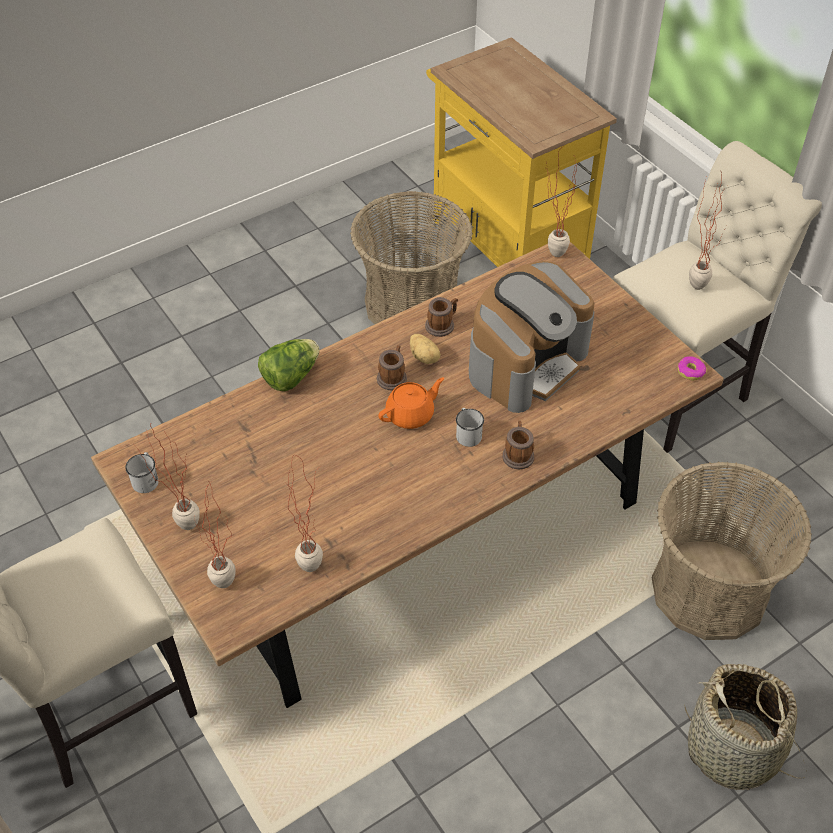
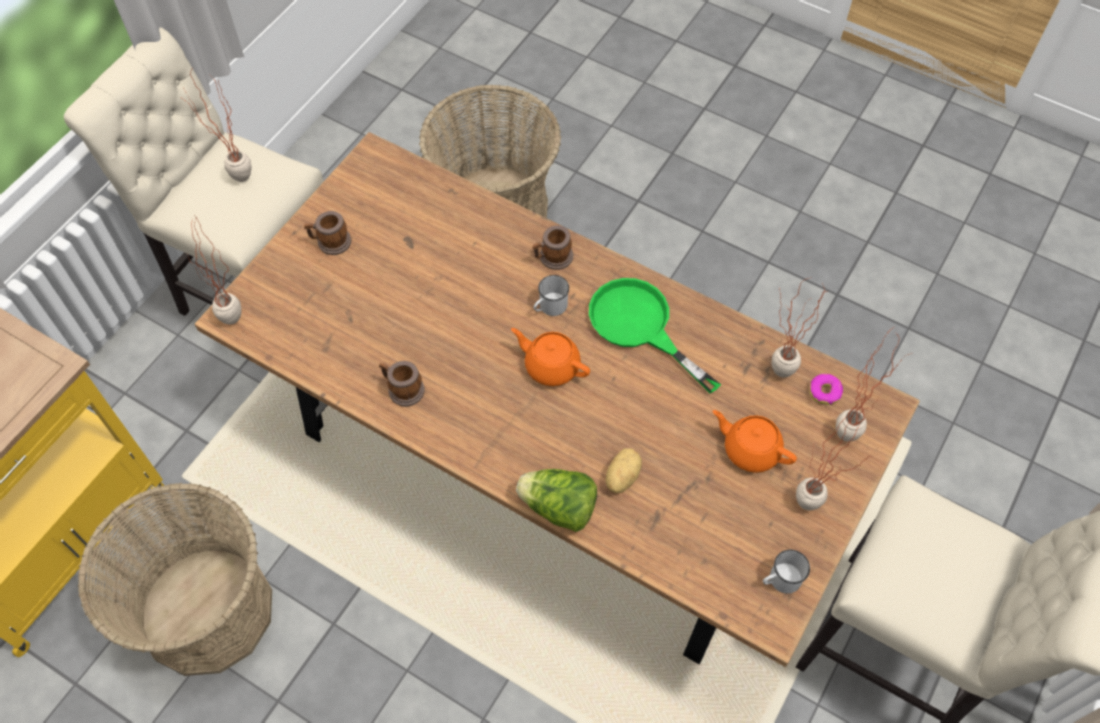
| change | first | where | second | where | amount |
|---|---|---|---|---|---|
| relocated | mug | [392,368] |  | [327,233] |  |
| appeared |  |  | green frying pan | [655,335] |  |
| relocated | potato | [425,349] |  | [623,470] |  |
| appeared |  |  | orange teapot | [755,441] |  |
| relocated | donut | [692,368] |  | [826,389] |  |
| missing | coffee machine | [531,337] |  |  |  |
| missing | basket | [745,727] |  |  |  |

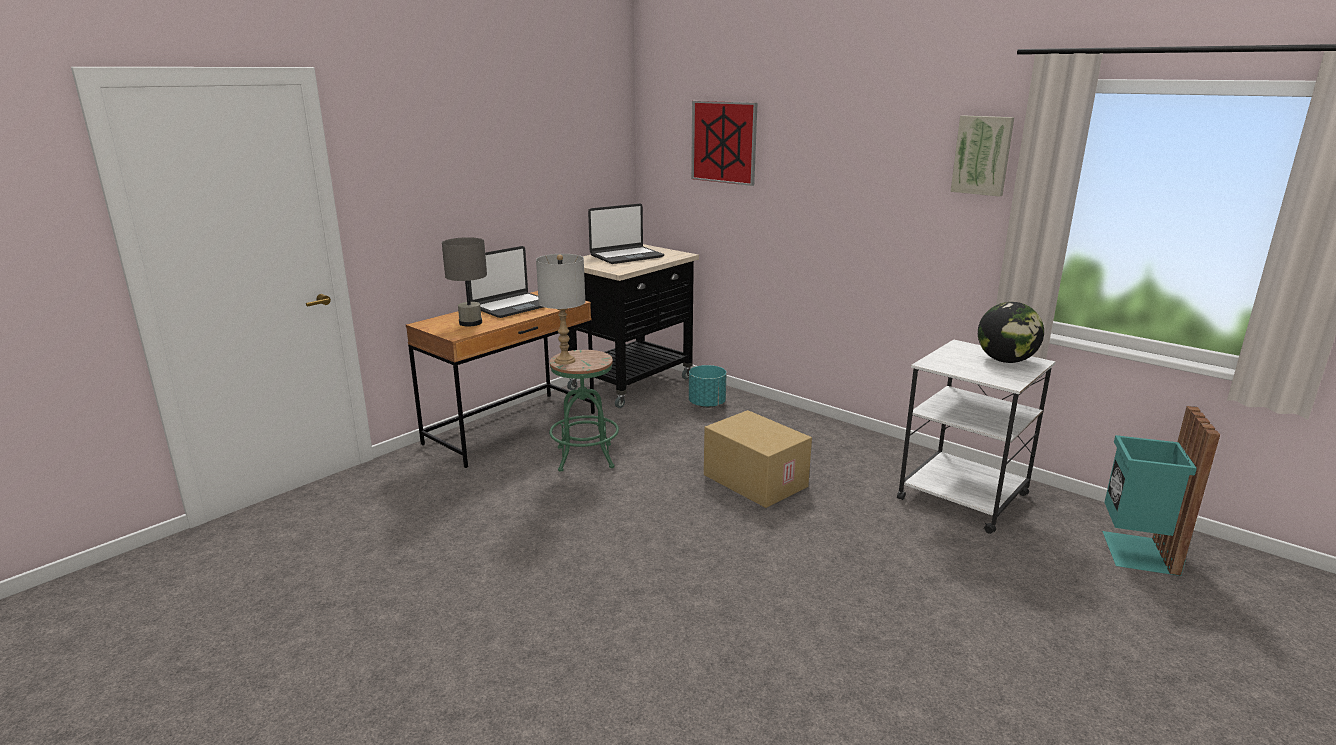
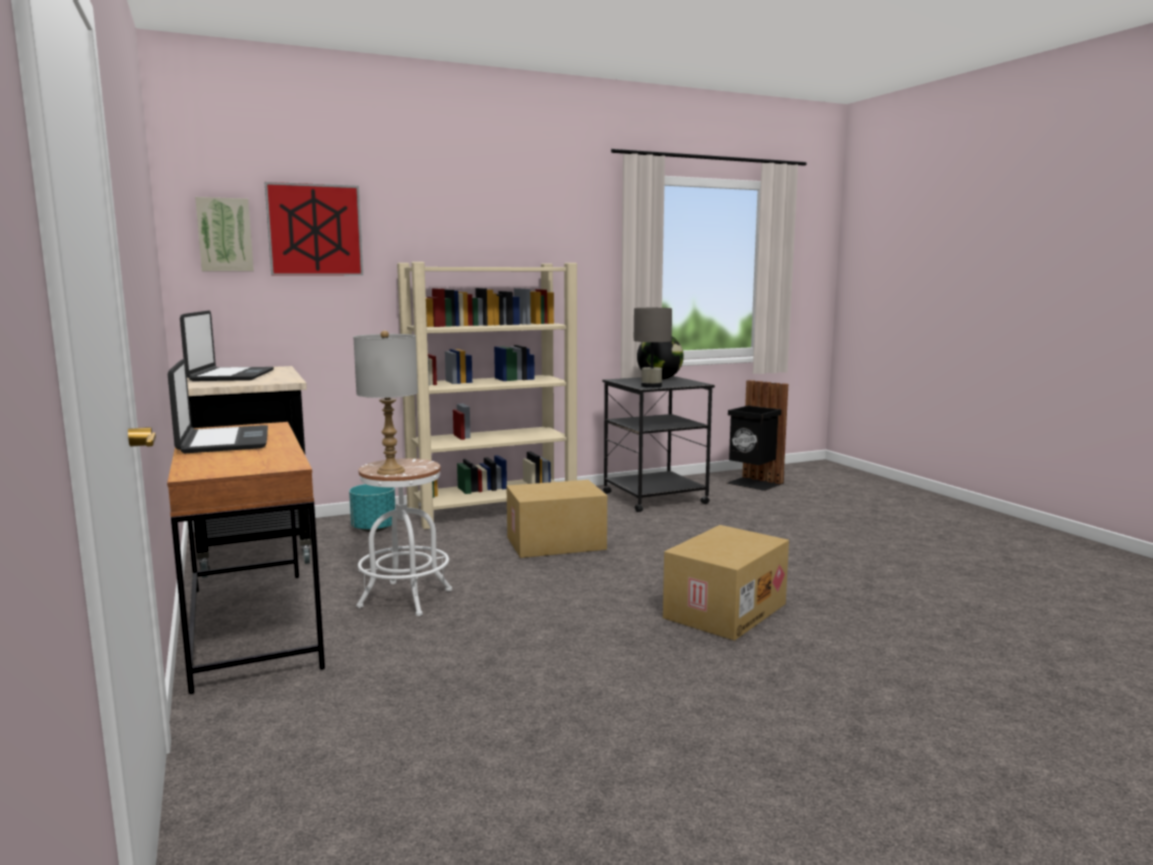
| change | first | where | second | where | amount |
|---|---|---|---|---|---|
| relocated | picture | [982,156] |  | [224,234] |  |
| colour | green stool | [584,411] | white stool | [404,537] |  |
| appeared |  |  | beige bookcase | [487,395] |  |
| colour | white cart | [976,437] | black cart | [659,444] |  |
| relocated | grey table lamp | [464,281] |  | [653,348] |  |
| appeared |  |  | cardboard box | [726,583] |  |
| colour | turquoise trash can | [1161,491] | black trash can | [757,435] |  |

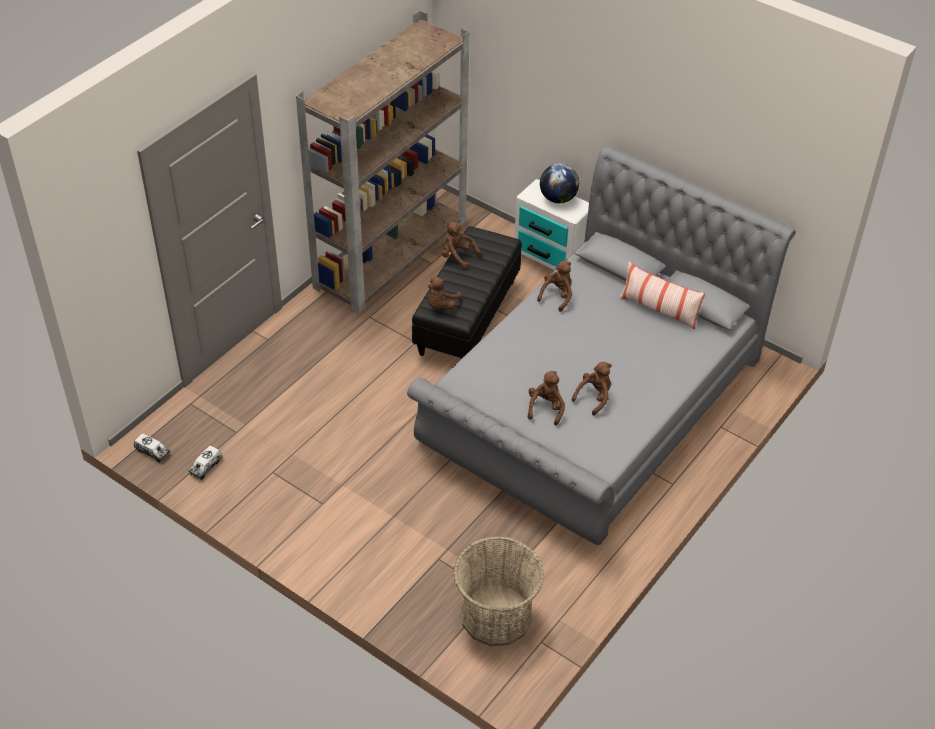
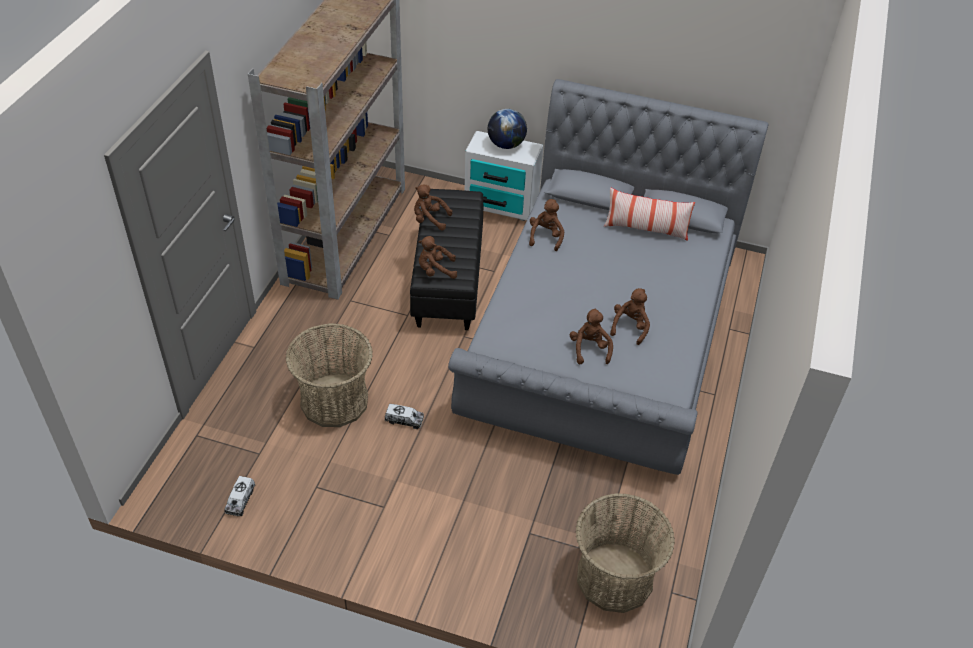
| change | first | where | second | where | amount |
|---|---|---|---|---|---|
| appeared |  |  | basket | [329,375] |  |
| relocated | toy truck | [152,448] |  | [404,416] |  |
| spun | brown plush toy | [445,293] |  | [438,257] | 75 degrees clockwise |

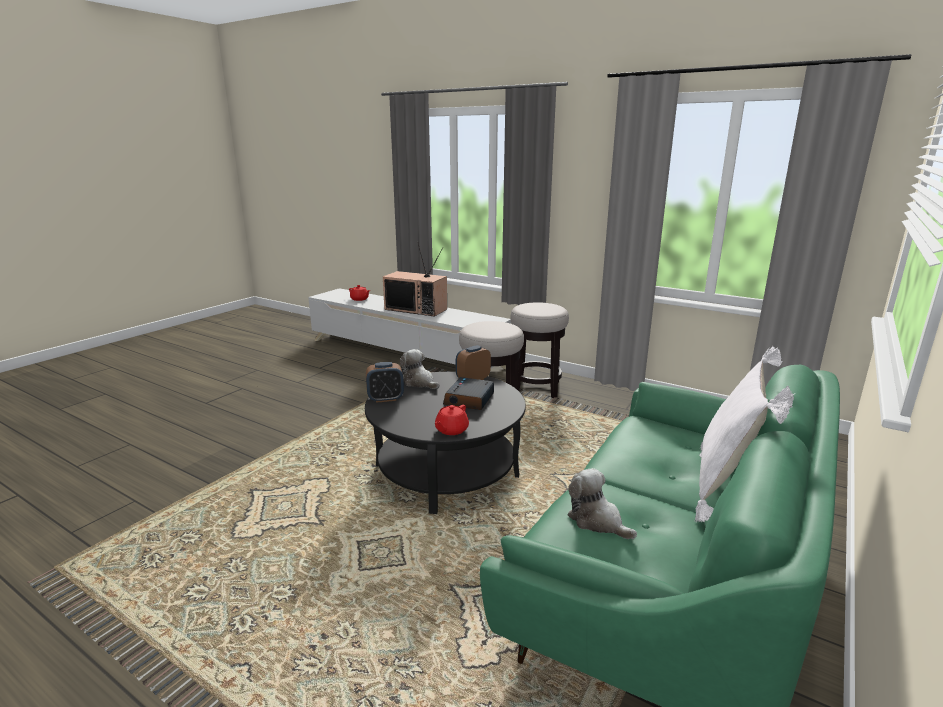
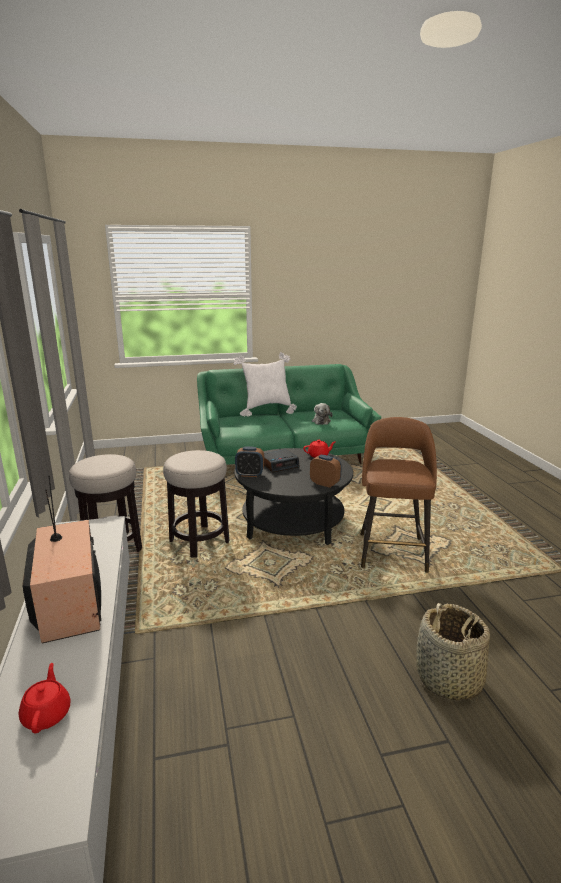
| change | first | where | second | where | amount |
|---|---|---|---|---|---|
| appeared |  |  | brown stool | [398,495] |  |
| appeared |  |  | basket | [453,652] |  |
| missing | plush toy | [419,369] |  |  |  |

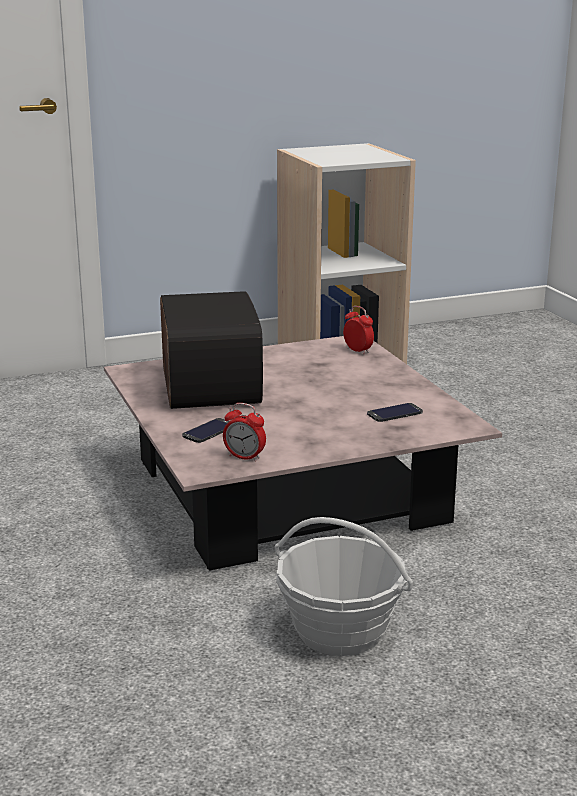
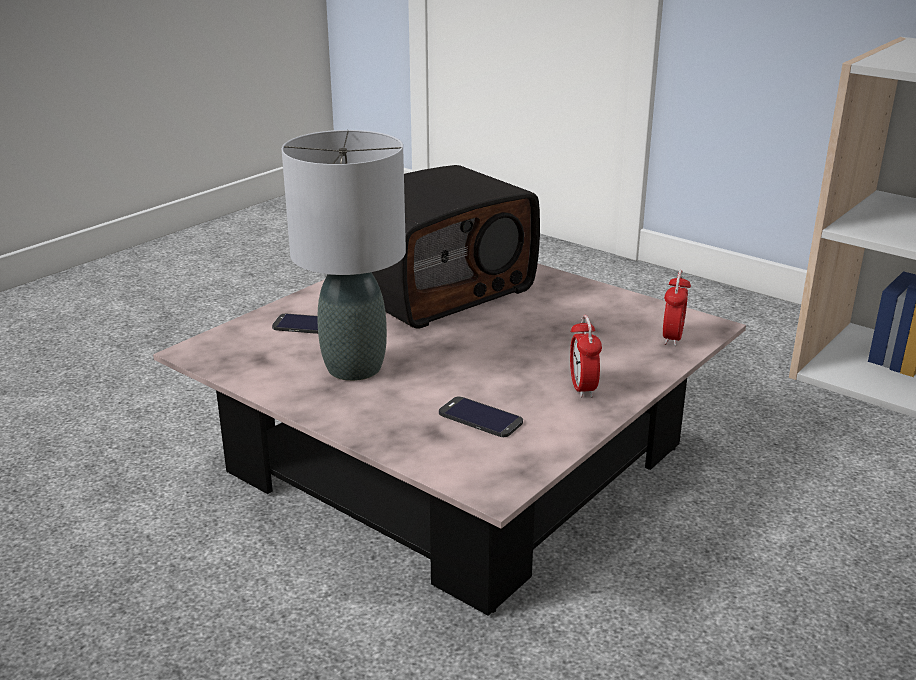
| change | first | where | second | where | amount |
|---|---|---|---|---|---|
| appeared |  |  | grey table lamp | [344,255] |  |
| relocated | alarm clock | [244,432] |  | [586,356] |  |
| missing | basket | [344,586] |  |  |  |

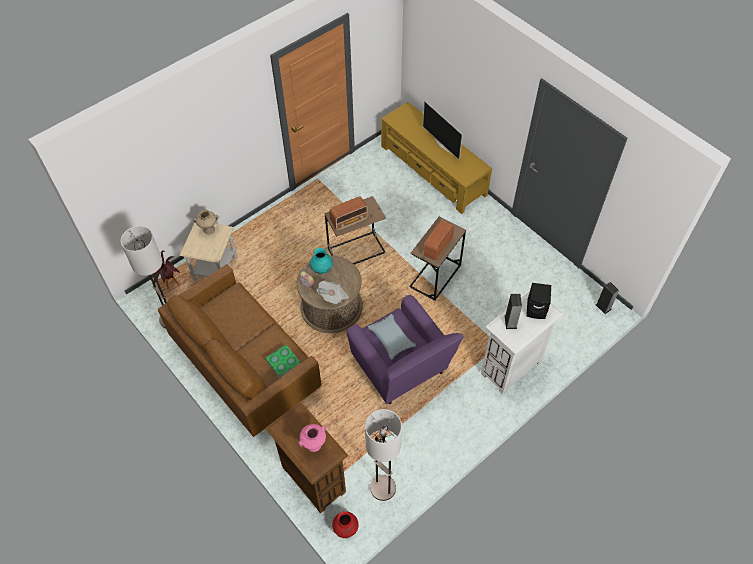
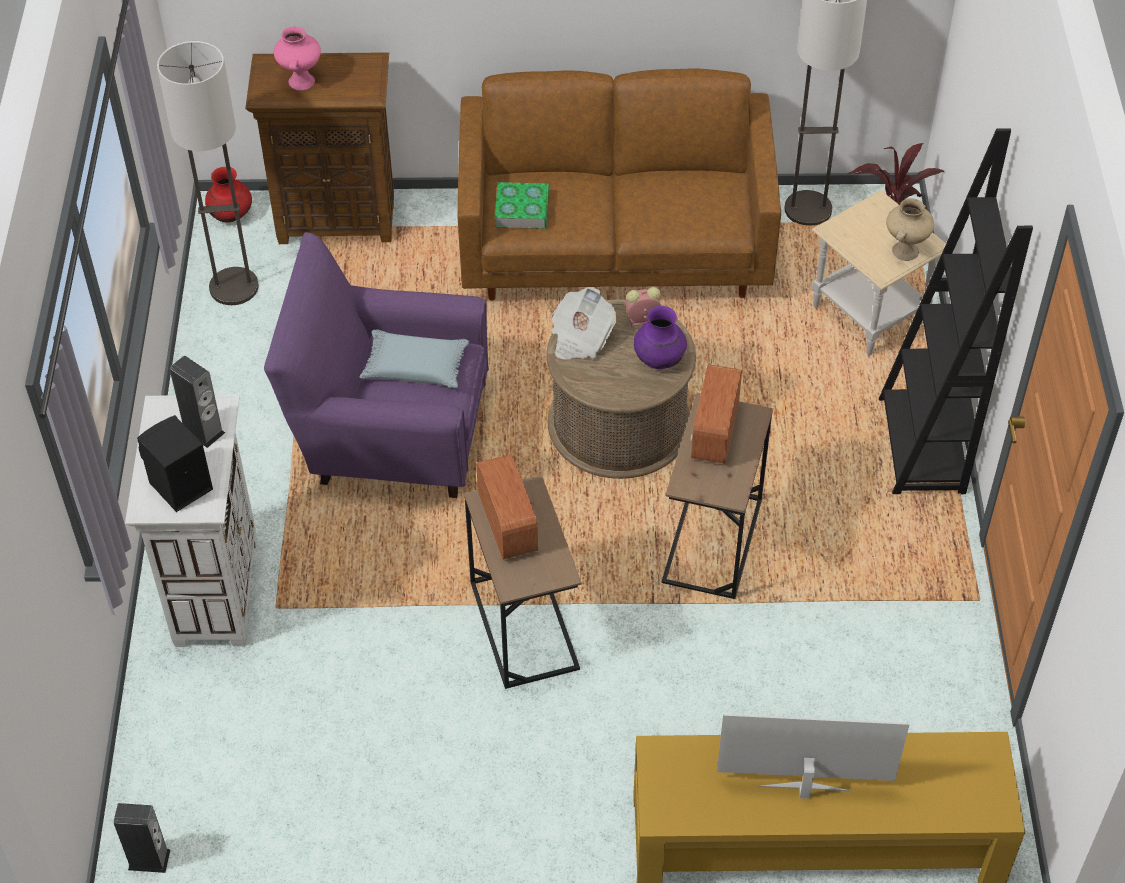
| change | first | where | second | where | amount |
|---|---|---|---|---|---|
| colour | turquoise vase | [321,261] | purple vase | [660,337] |  |
| appeared |  |  | black bookcase | [956,311] |  |

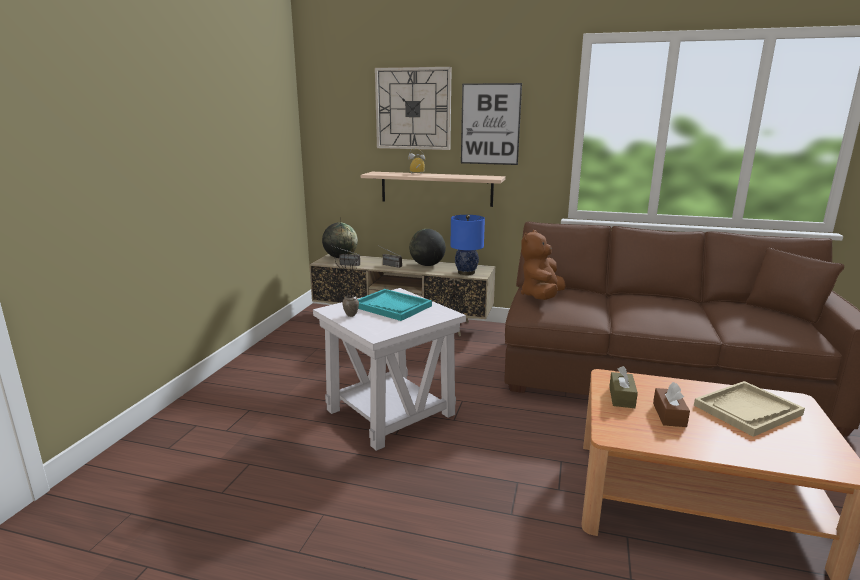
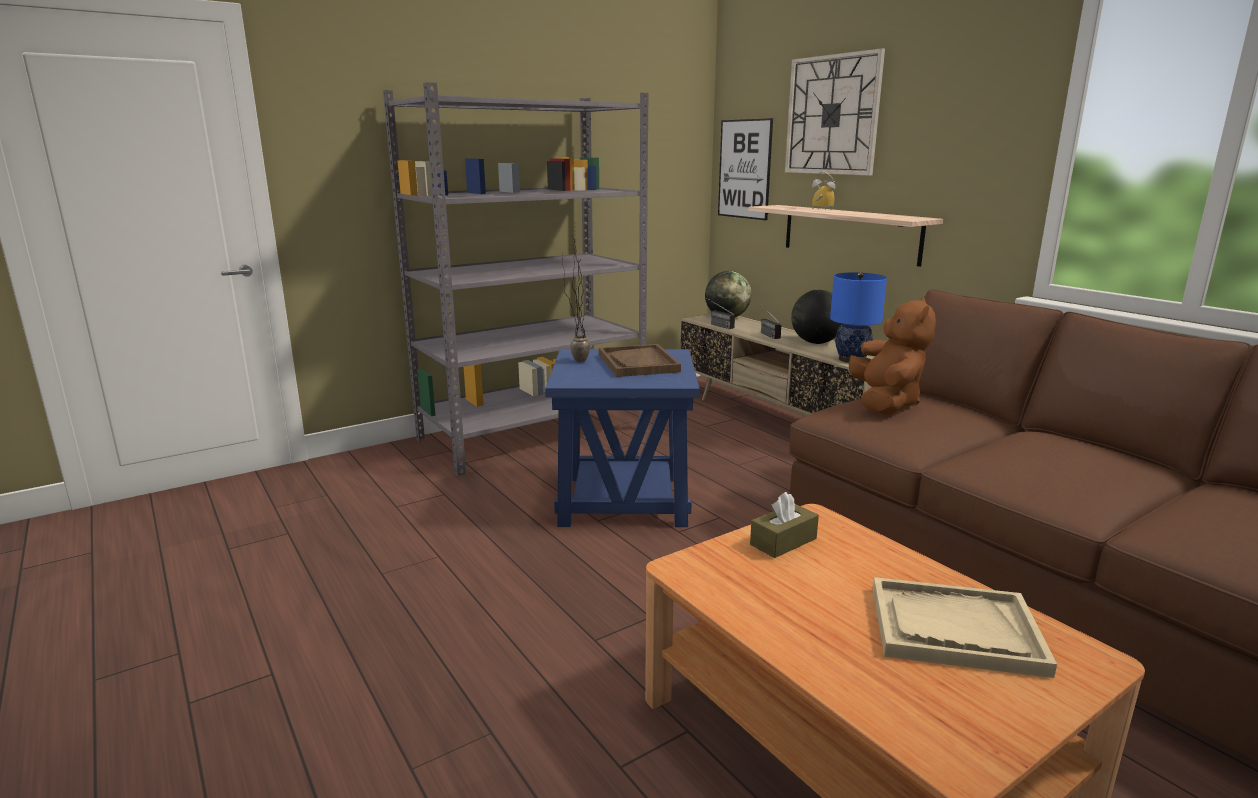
| change | first | where | second | where | amount |
|---|---|---|---|---|---|
| appeared |  |  | grey bookcase | [515,279] |  |
| colour | white side table | [389,369] | blue side table | [622,438] |  |
| colour | turquoise tray | [395,305] | brown tray | [640,360] |  |
| relocated | picture | [491,124] |  | [745,169] |  |
| spun | brown plush toy | [543,265] |  | [892,356] | 120 degrees clockwise |
| missing | brown tissue box | [671,404] |  |  |  |

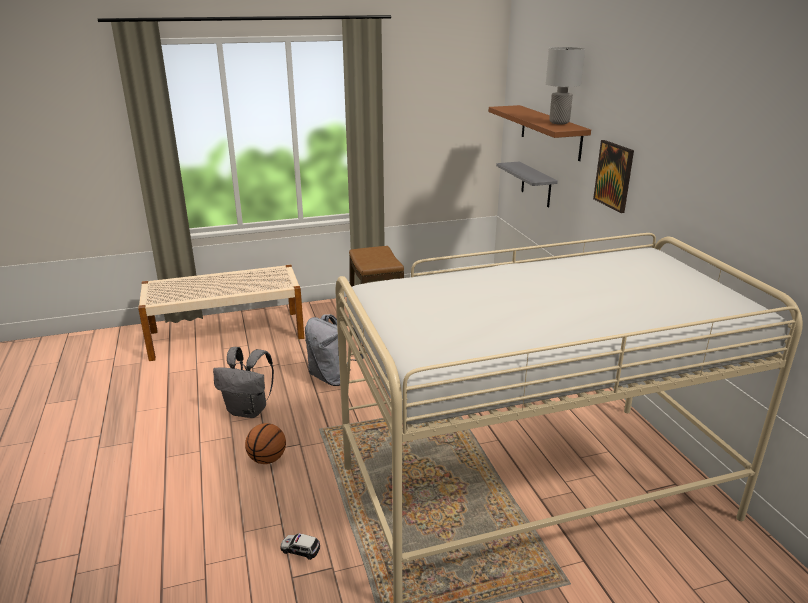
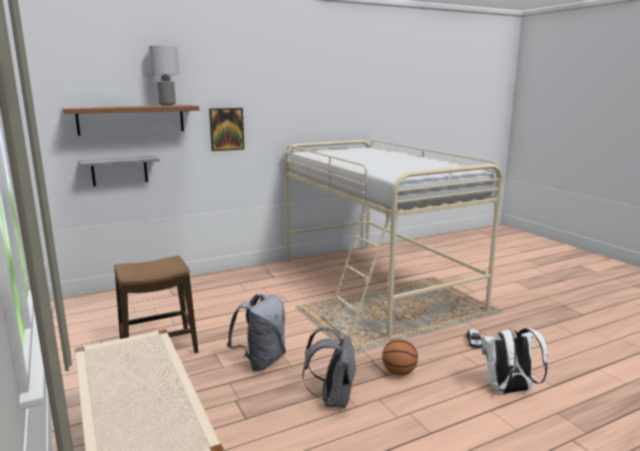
| change | first | where | second | where | amount |
|---|---|---|---|---|---|
| appeared |  |  | white backpack | [515,361] |  |

